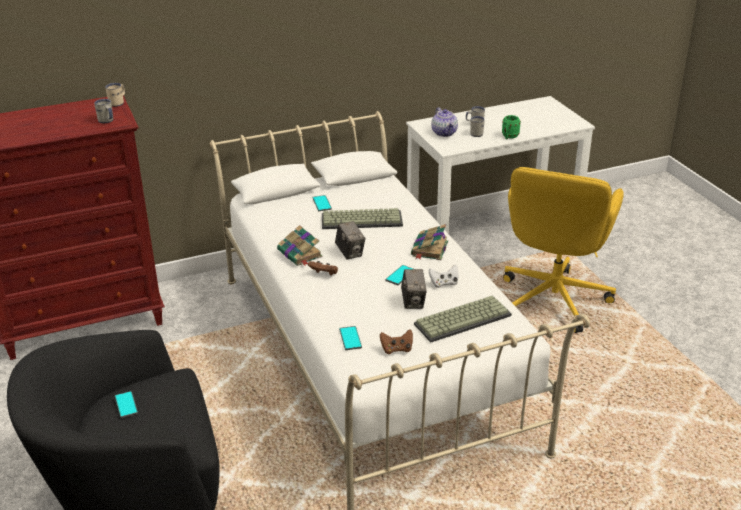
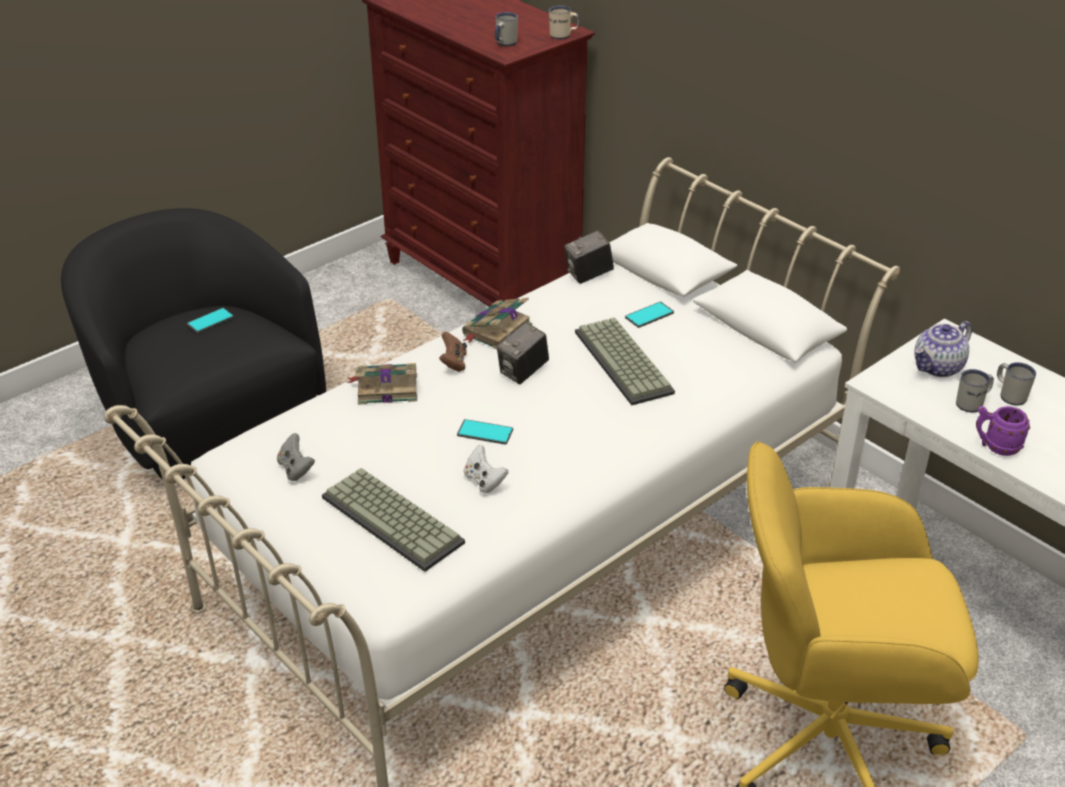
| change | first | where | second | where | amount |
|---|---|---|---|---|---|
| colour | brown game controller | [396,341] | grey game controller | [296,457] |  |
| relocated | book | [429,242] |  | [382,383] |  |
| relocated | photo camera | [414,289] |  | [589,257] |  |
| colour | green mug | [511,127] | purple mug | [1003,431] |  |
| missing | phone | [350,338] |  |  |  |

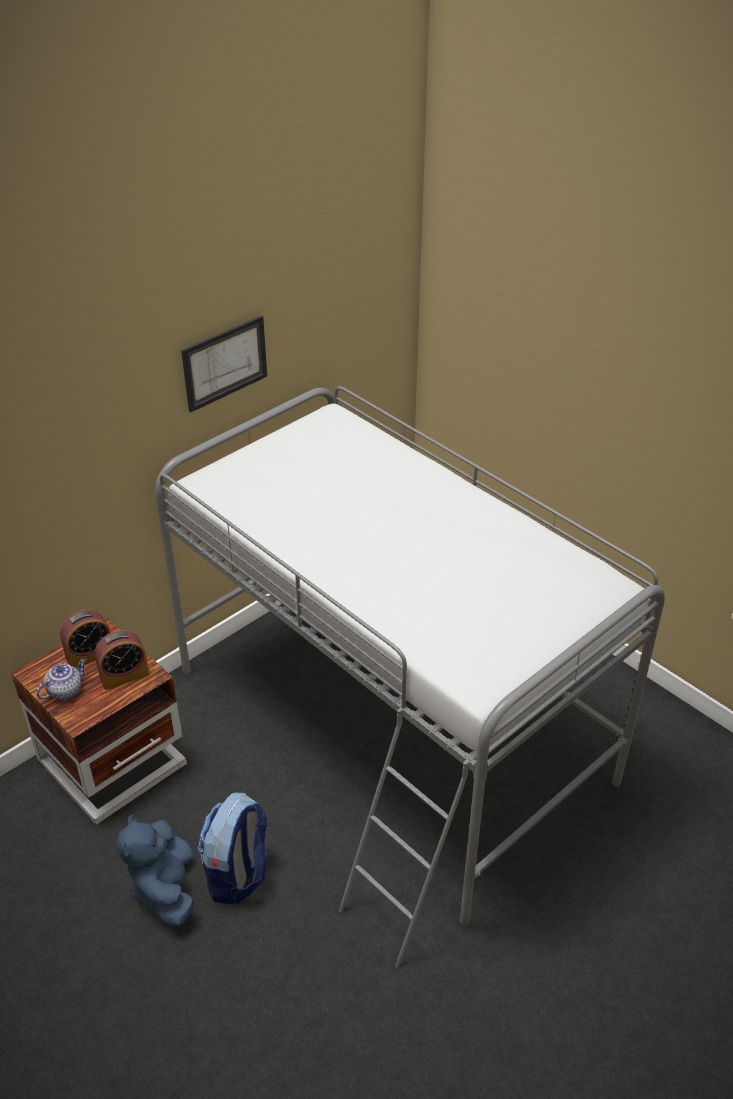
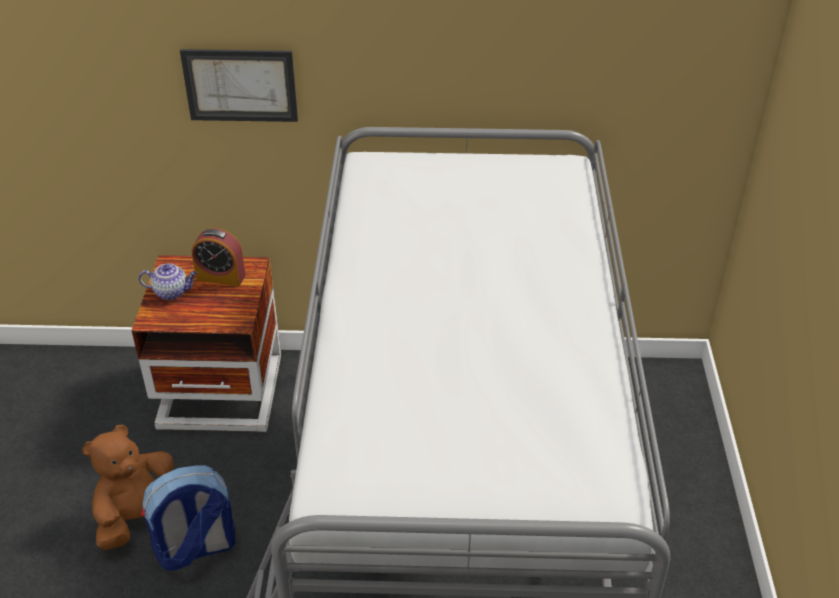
| change | first | where | second | where | amount |
|---|---|---|---|---|---|
| colour | blue plush toy | [156,870] | brown plush toy | [128,487] |  |
| relocated | picture | [224,364] |  | [239,85] |  |
| missing | alarm clock | [122,660] |  |  |  |

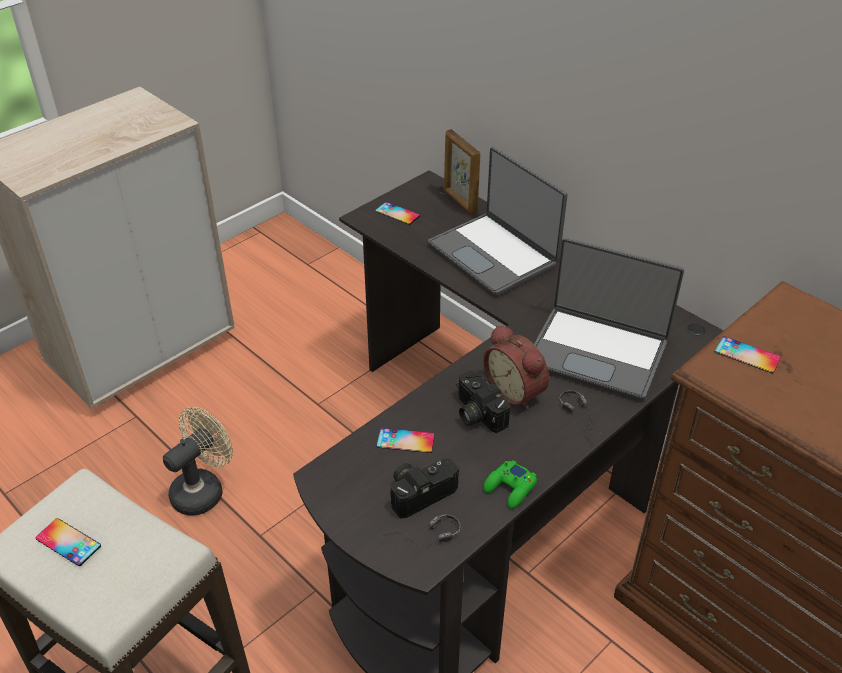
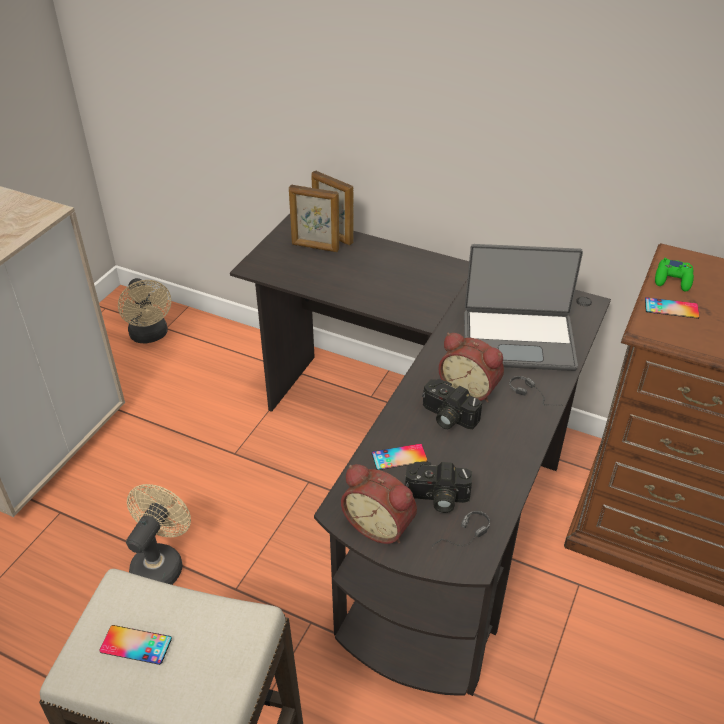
| change | first | where | second | where | amount |
|---|---|---|---|---|---|
| appeared |  |  | beige fan | [144,311] |  |
| appeared |  |  | picture frame | [314,218] |  |
| appeared |  |  | alarm clock | [379,504] |  |
| spun | photo camera | [424,488] |  | [438,487] | 120 degrees counterclockwise |
| relocated | green game controller | [510,484] |  | [674,275] |  |
| missing | phone | [397,213] |  |  |  |
| missing | laptop | [498,222] |  |  |  |

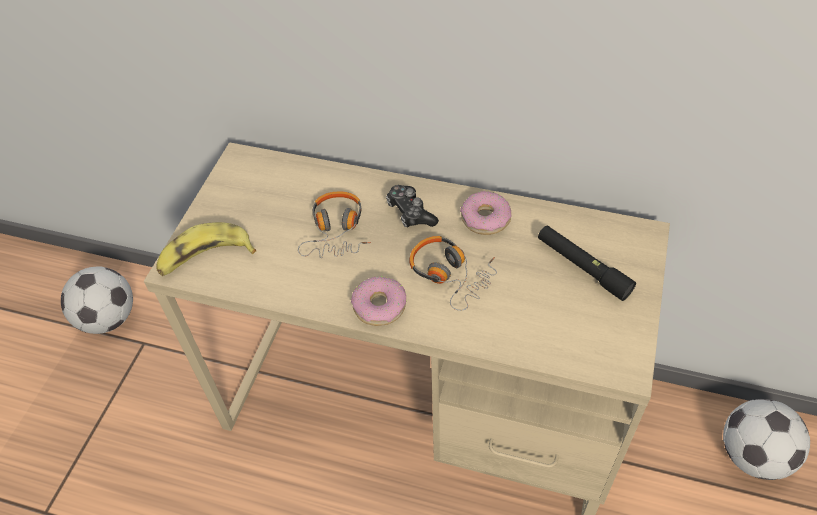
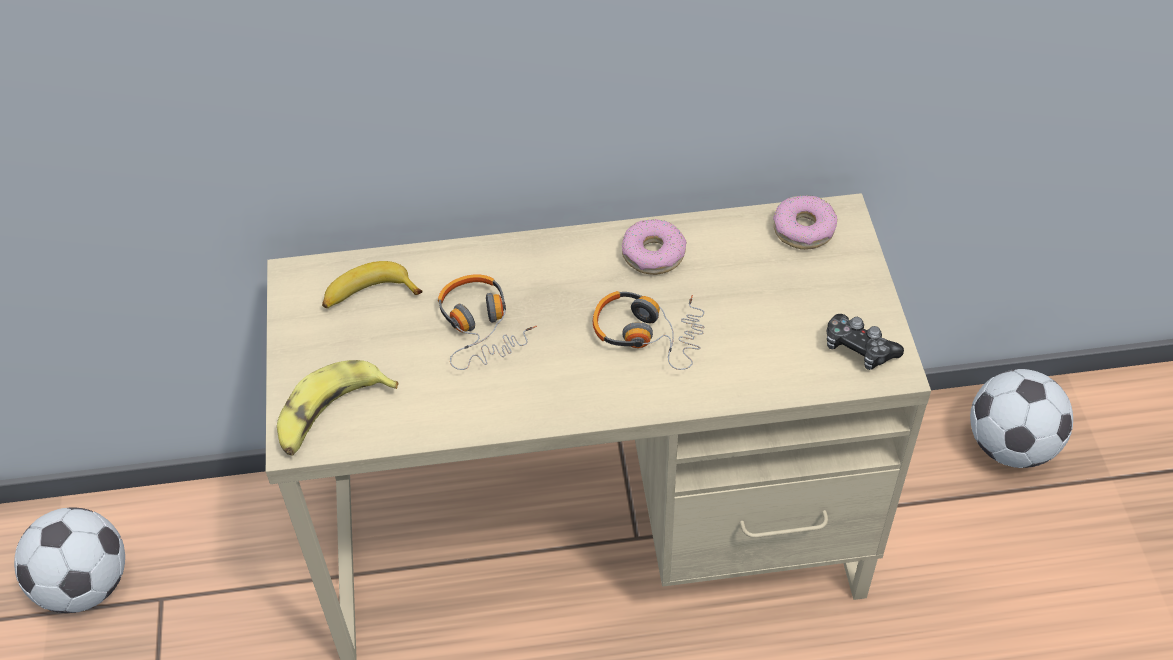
| change | first | where | second | where | amount |
|---|---|---|---|---|---|
| appeared |  |  | banana | [372,284] |  |
| relocated | donut | [378,301] |  | [805,222] |  |
| relocated | game controller | [412,206] |  | [865,342] |  |
| missing | black flashlight | [587,263] |  |  |  |

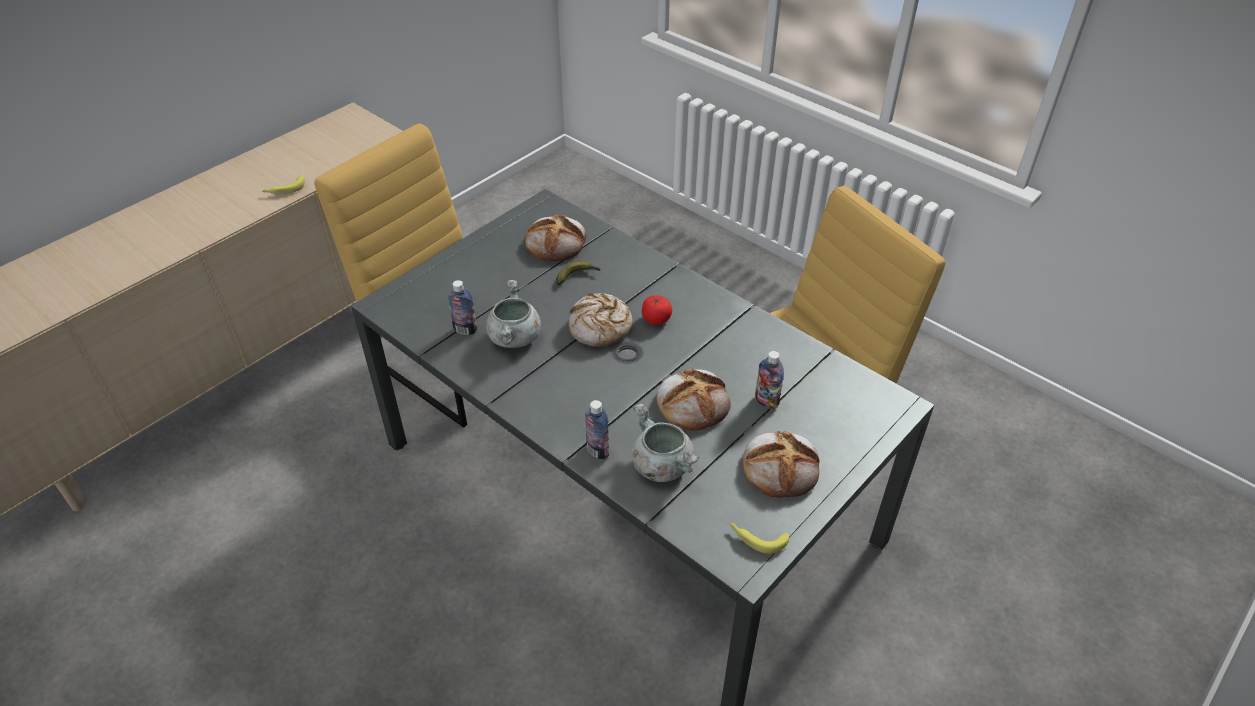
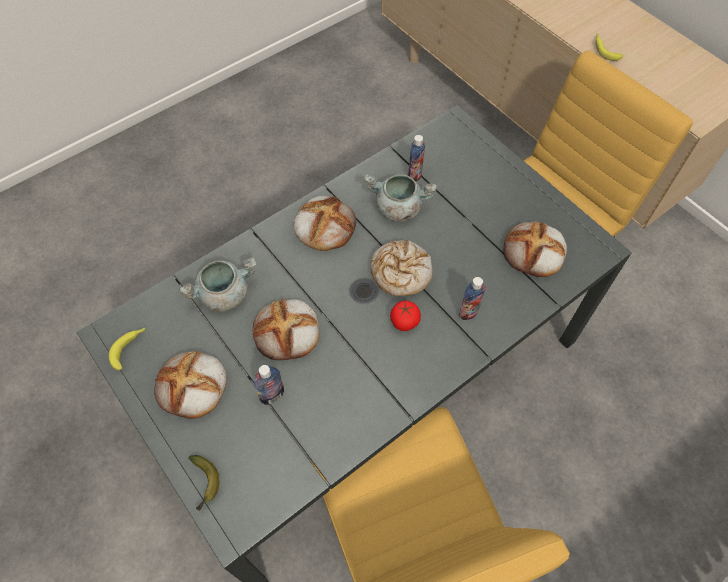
| change | first | where | second | where | amount |
|---|---|---|---|---|---|
| relocated | banana | [578,273] |  | [203,483] |  |
| appeared |  |  | bread | [325,223] |  |
| relocated | bottle | [597,429] |  | [472,298] |  |

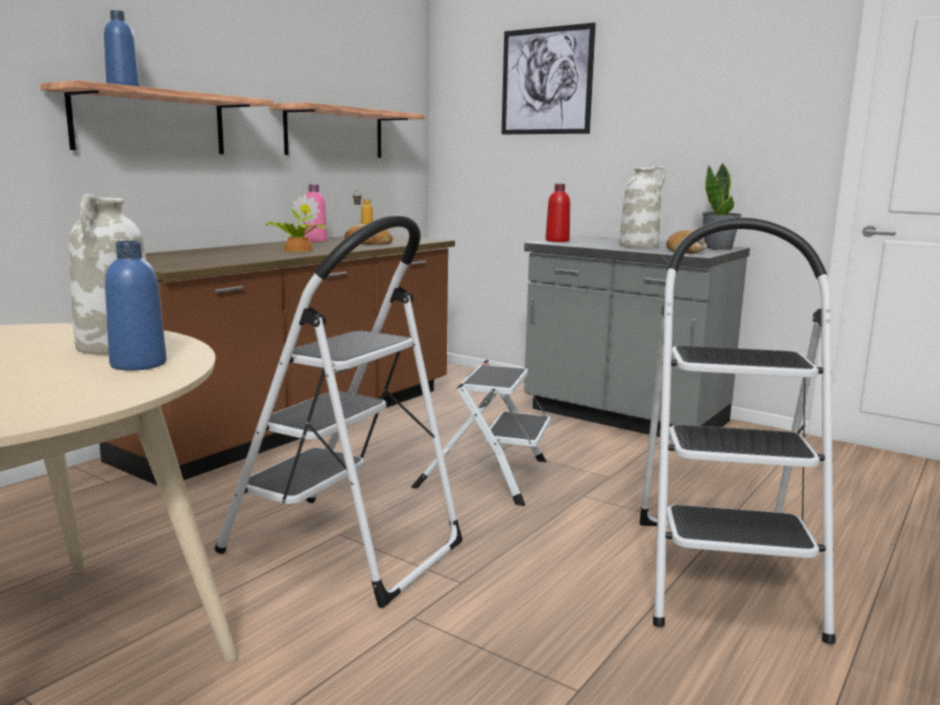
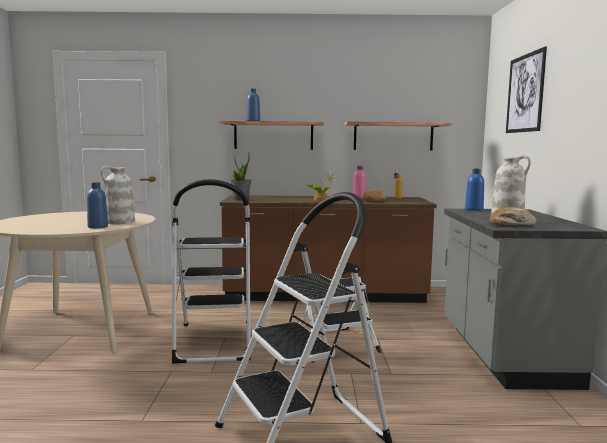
| change | first | where | second | where | amount |
|---|---|---|---|---|---|
| relocated | potted plant | [722,206] |  | [240,176] |  |
| colour | red bottle | [557,213] | blue bottle | [474,189] |  |

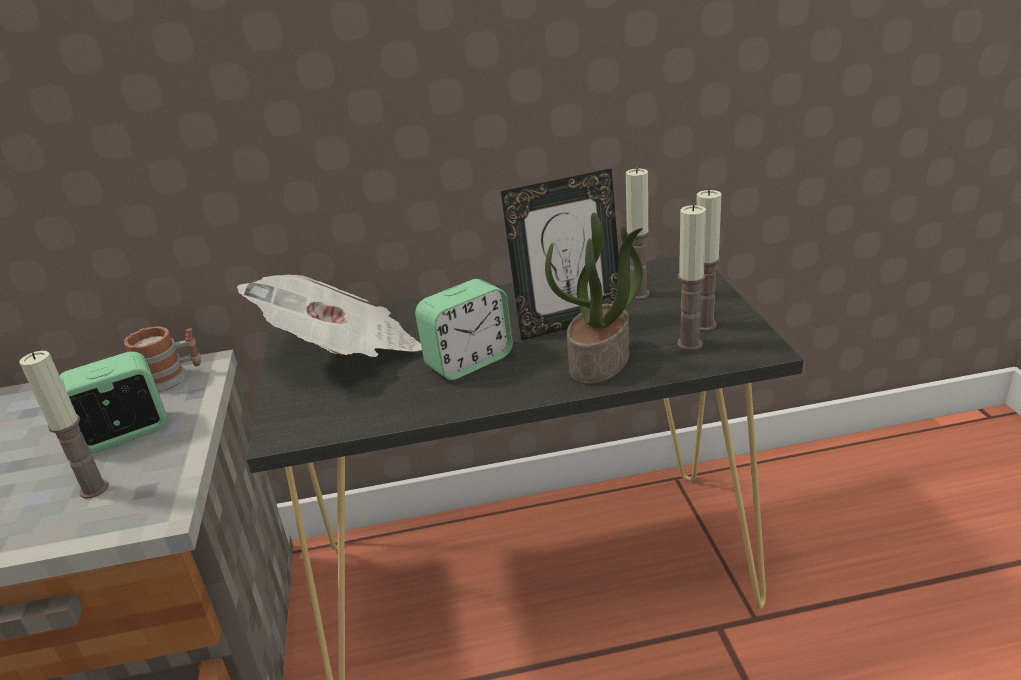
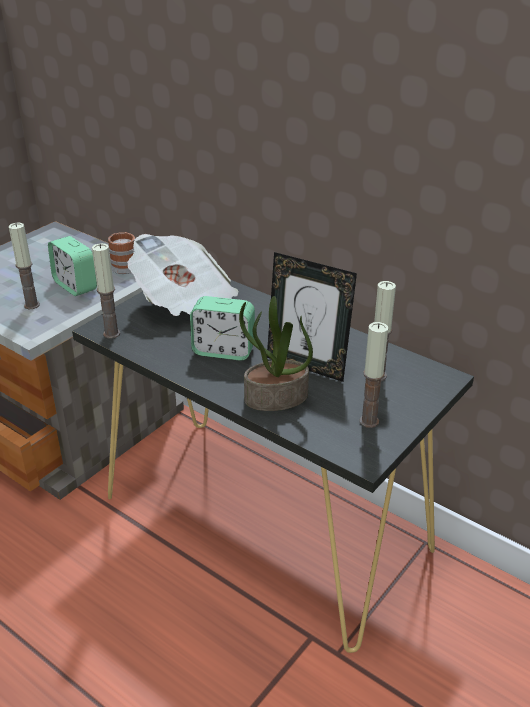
| change | first | where | second | where | amount |
|---|---|---|---|---|---|
| spun | alarm clock | [113,402] |  | [72,266] | 150 degrees counterclockwise |
| relocated | candle | [691,278] |  | [106,291] |  |

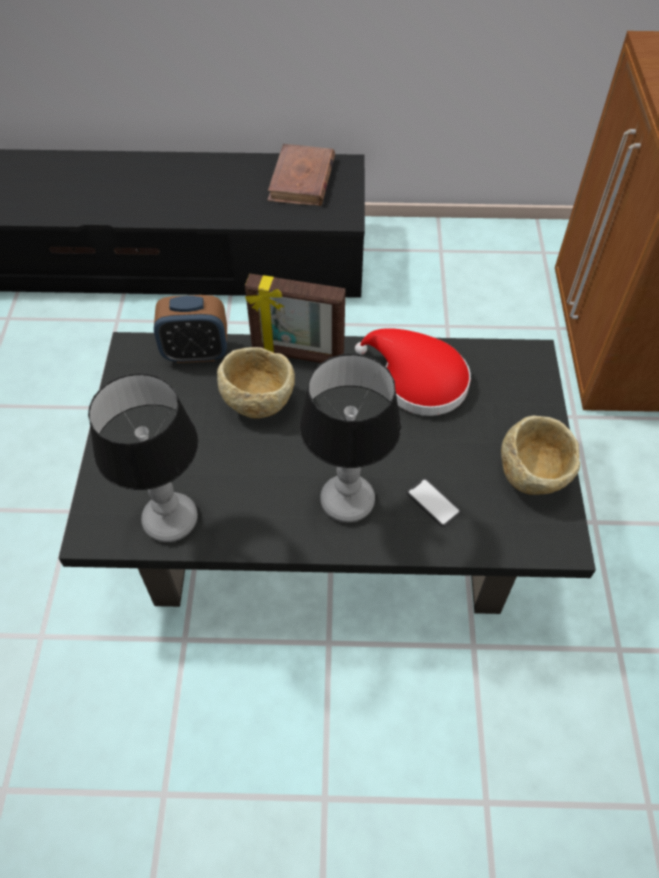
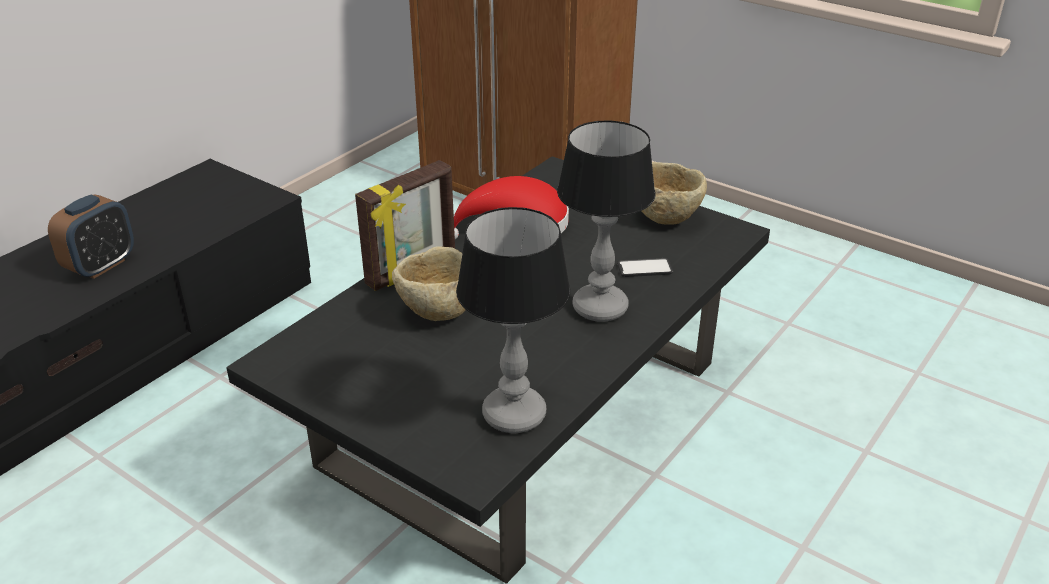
| change | first | where | second | where | amount |
|---|---|---|---|---|---|
| relocated | alarm clock | [190,329] |  | [91,236] |  |
| missing | brown book | [301,175] |  |  |  |

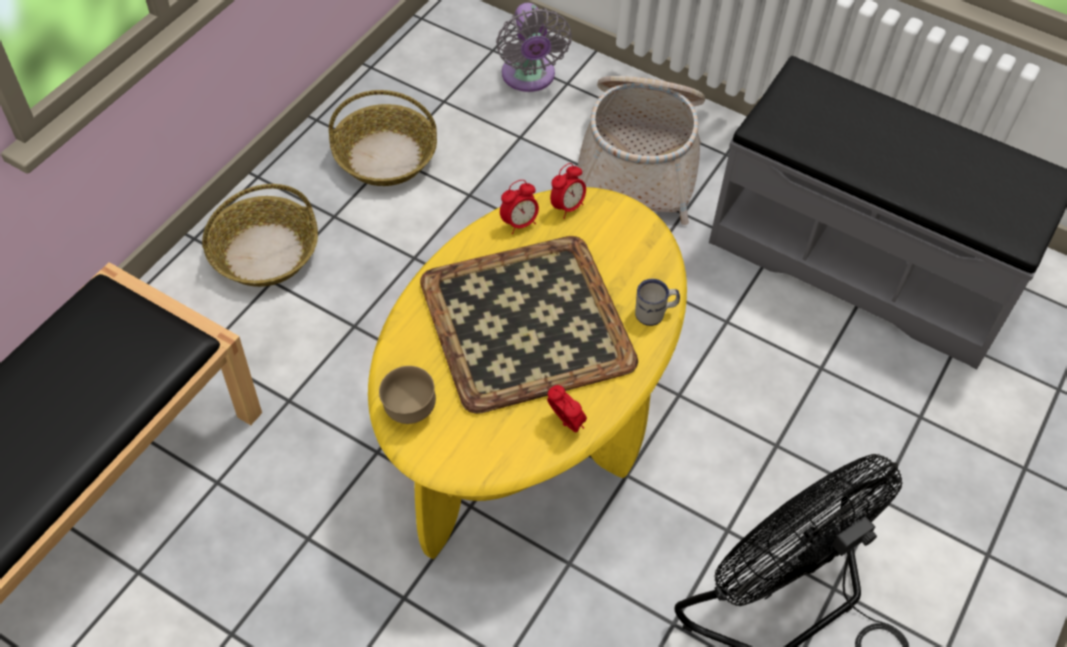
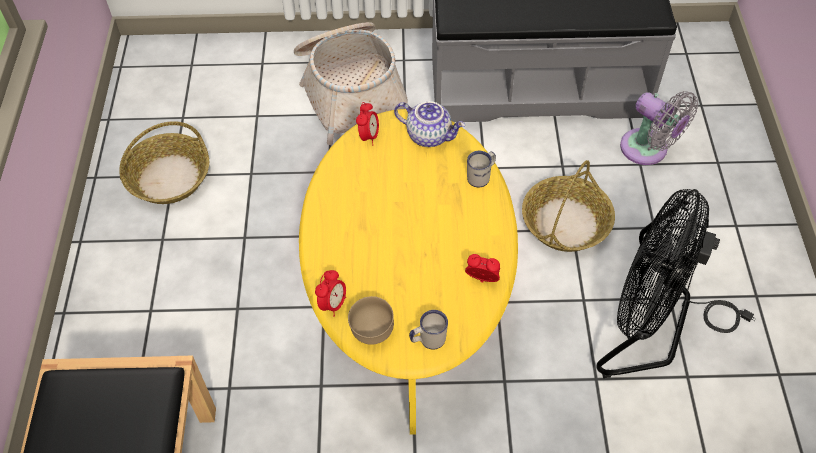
| change | first | where | second | where | amount |
|---|---|---|---|---|---|
| relocated | alarm clock | [519,207] |  | [330,293] |  |
| appeared |  |  | teapot | [429,124] |  |
| appeared |  |  | white mug | [428,329] |  |
| relocated | basket | [260,235] |  | [568,206] |  |
| relocated | grey fan | [534,47] |  | [659,128] |  |
| missing | tray | [529,325] |  |  |  |

